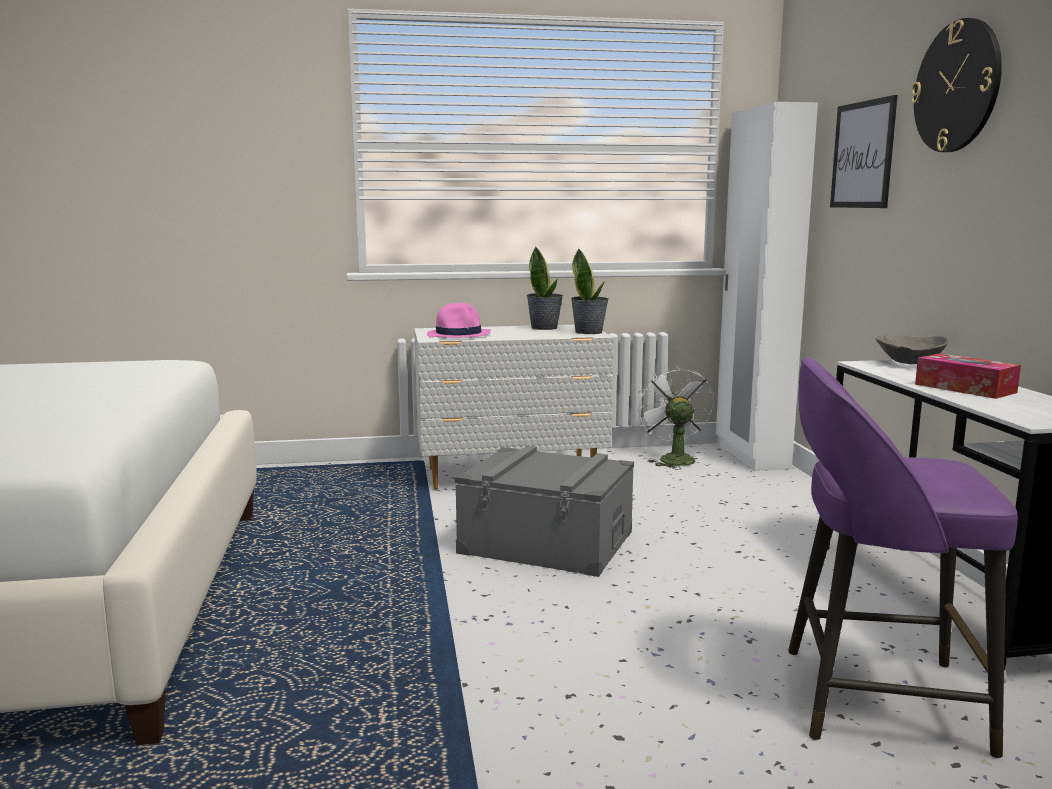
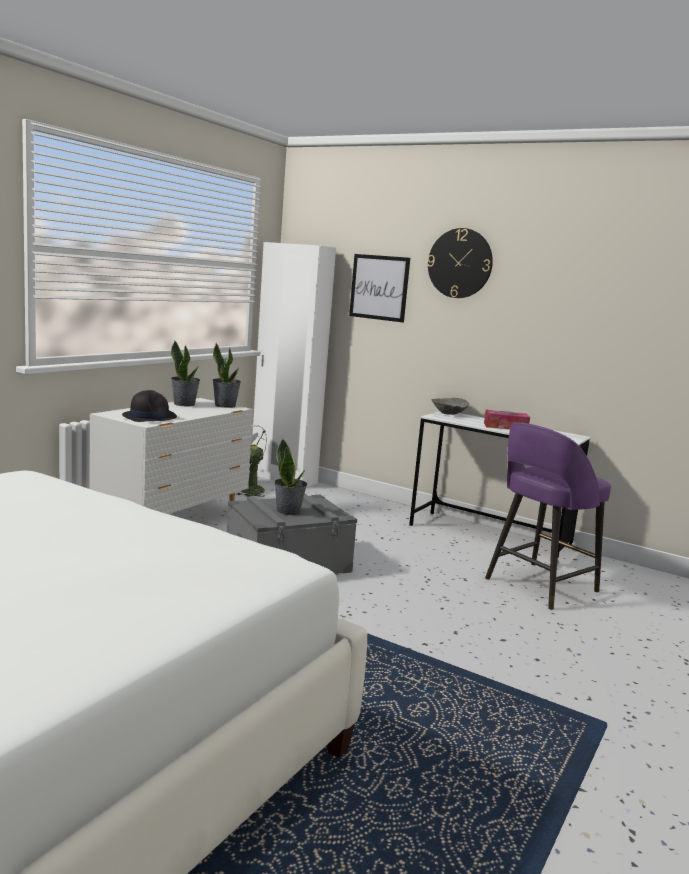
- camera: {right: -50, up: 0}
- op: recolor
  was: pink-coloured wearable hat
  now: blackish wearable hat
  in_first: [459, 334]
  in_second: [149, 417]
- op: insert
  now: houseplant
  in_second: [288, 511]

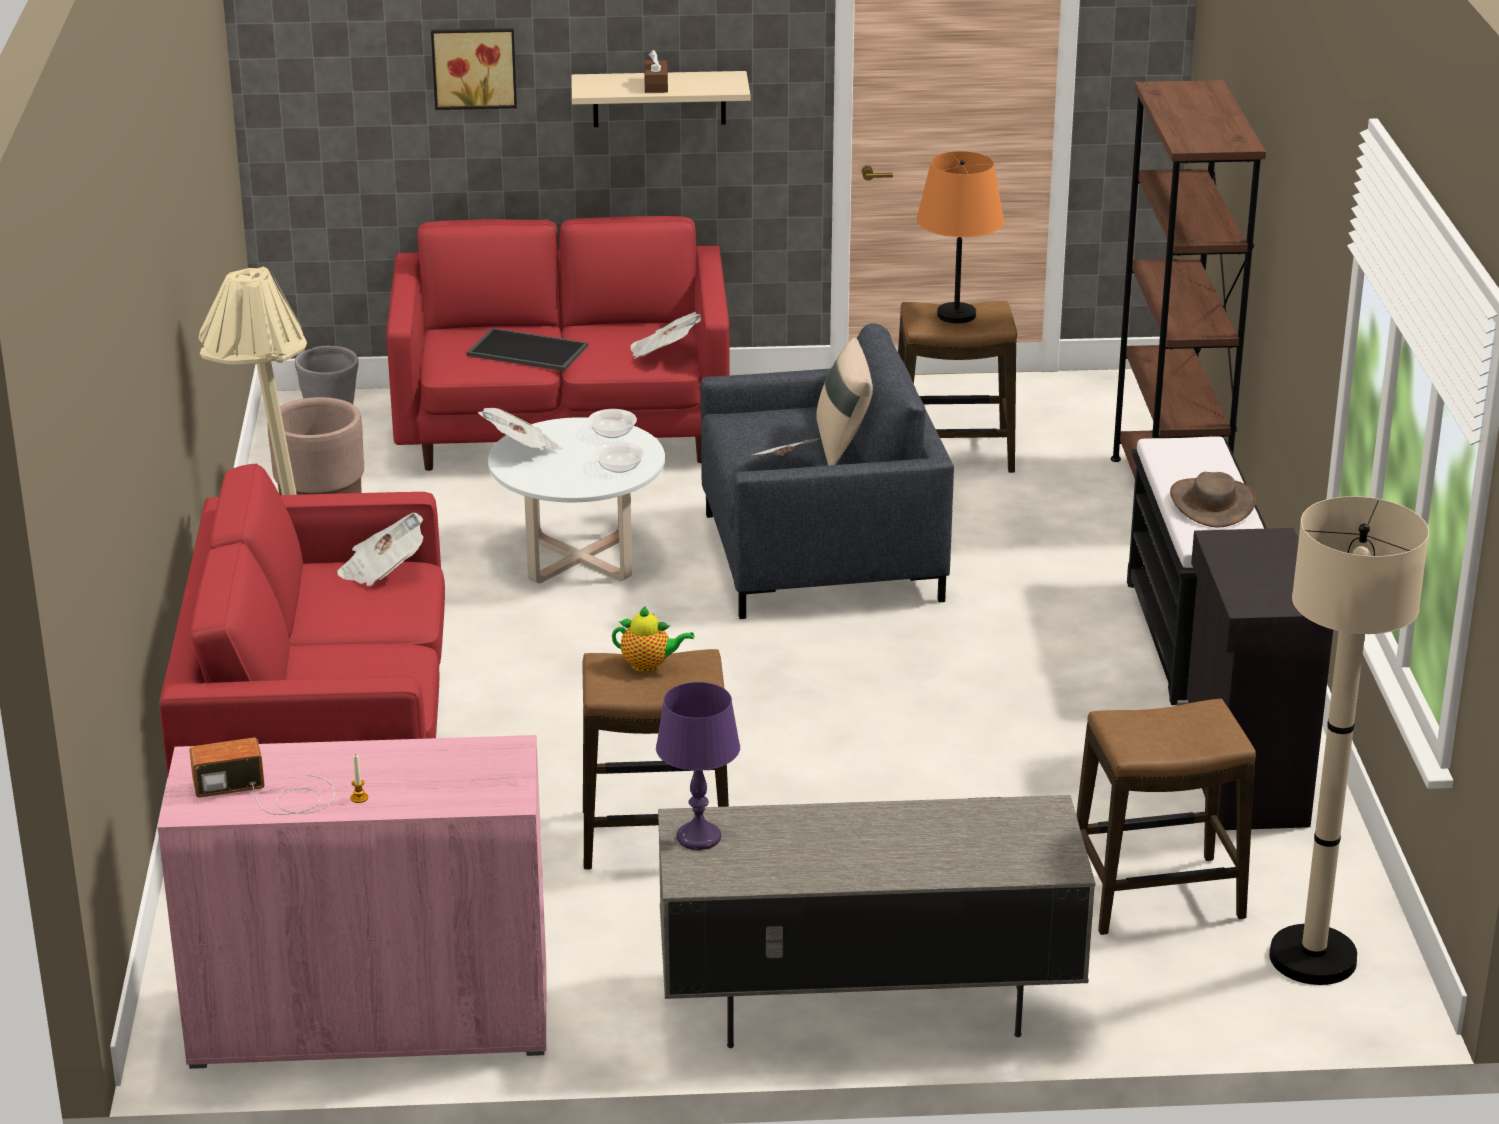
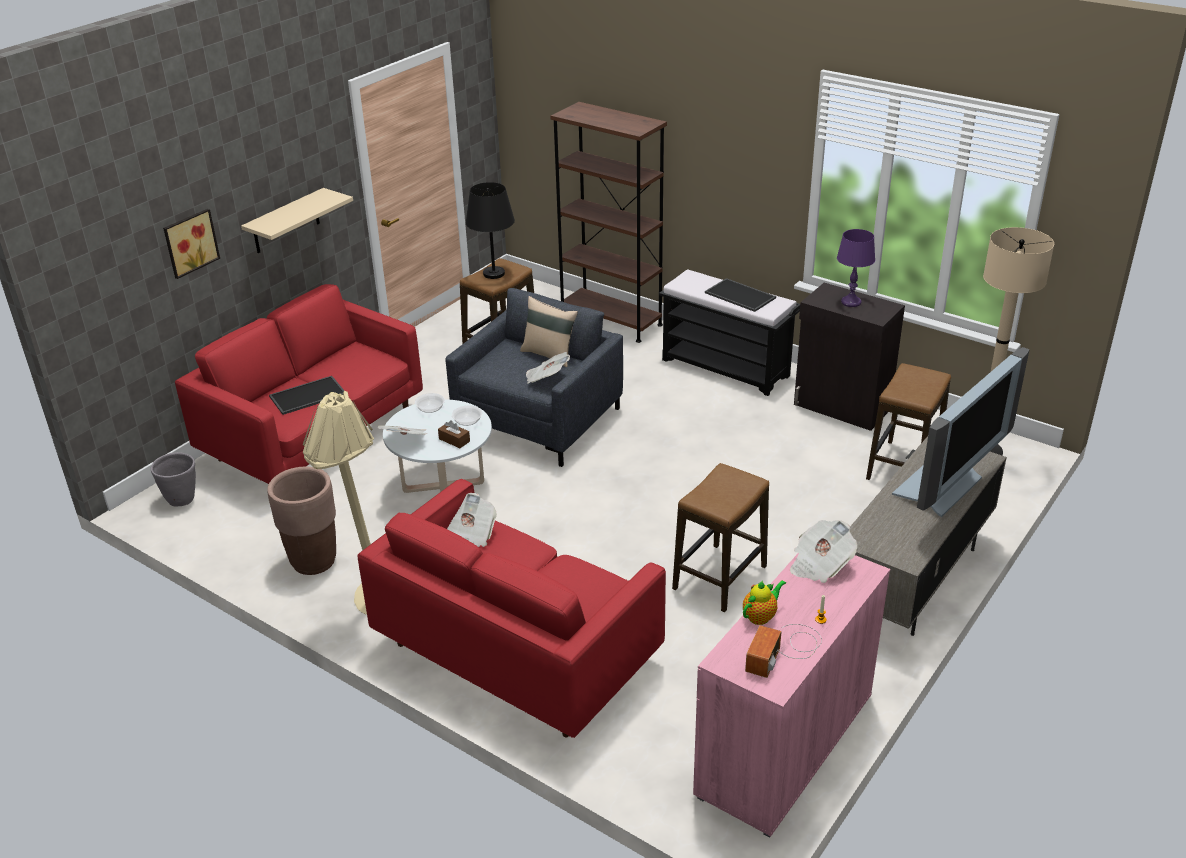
- camera: {right: -50, up: 5}
- op: move
  was: brownish box of tissues
  in_first: [656, 85]
  in_second: [454, 440]
- op: recolor
  was: orange-coloured table lamp
  now: blackish table lamp
  in_first: [956, 315]
  in_second: [494, 274]
- op: move
  was: printed paper
  in_first: [664, 353]
  in_second: [820, 564]
- op: replace
  was: brownish wearable hat
  now: serving tray
  in_first: [1212, 503]
  in_second: [741, 295]
- op: move
  was: tea pot
  in_first: [649, 665]
  in_second: [761, 616]
- op: move
  was: purple table lamp
  in_first: [698, 837]
  in_second: [850, 302]
- op: insert
  now: TV set
  in_second: [943, 488]

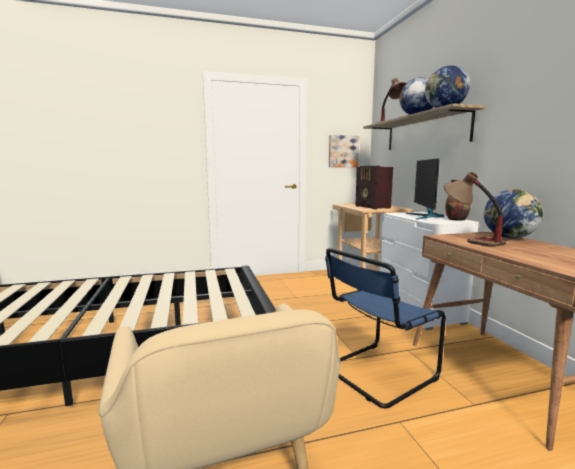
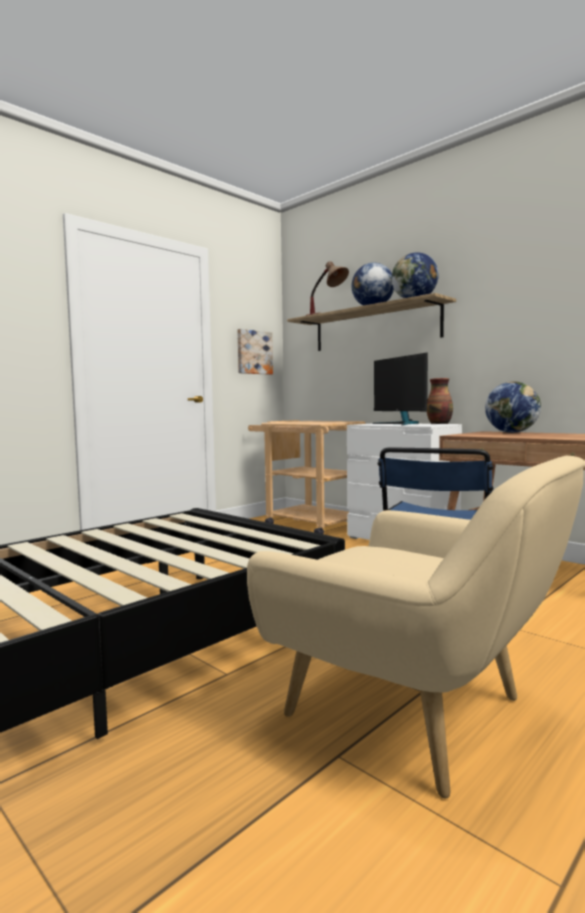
- camera: {right: -30, up: -5}
- op: delete
  was: radio
  in_first: [372, 207]
- op: delete
  was: table lamp
  in_first: [469, 240]

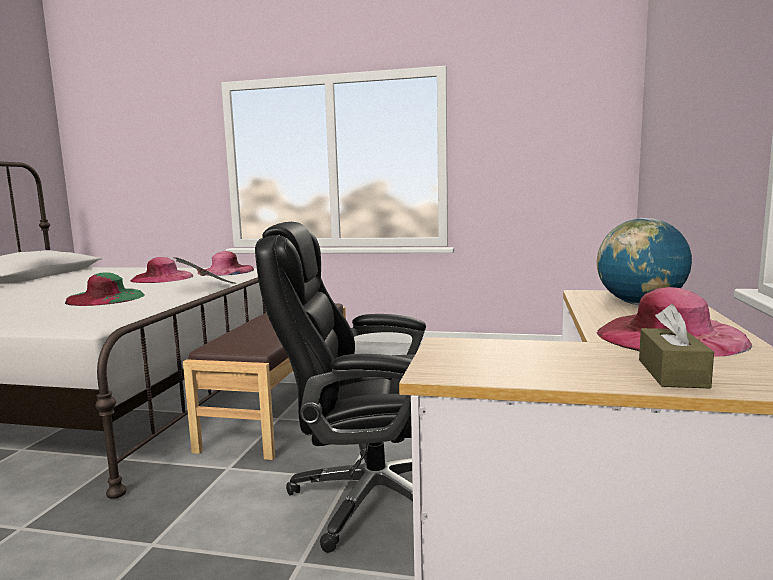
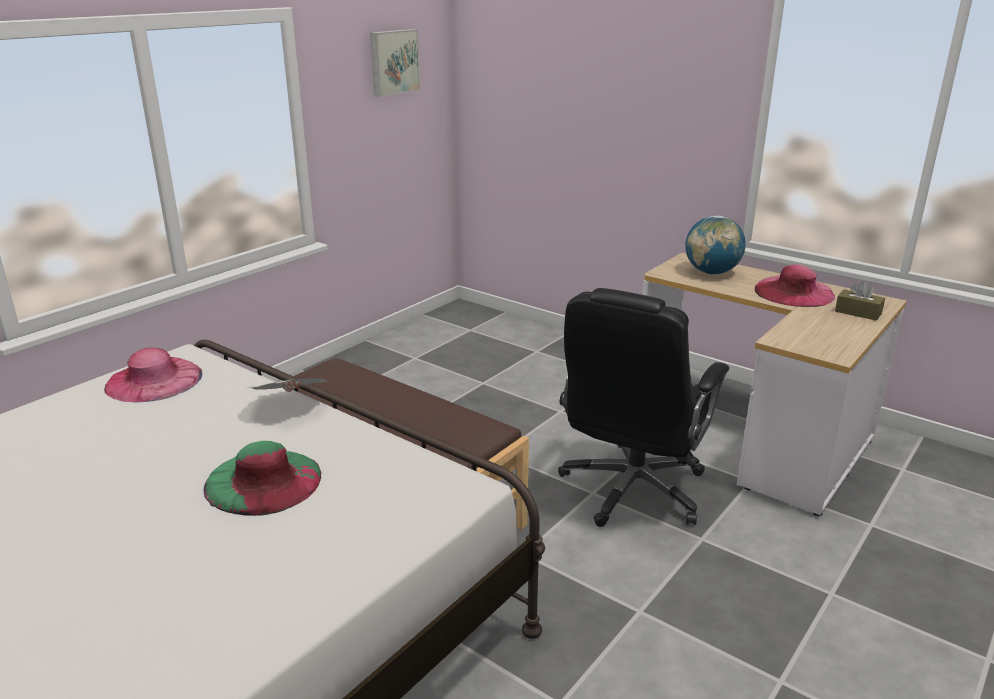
- camera: {right: -65, up: 15}
- op: delete
  was: pink-coloured wearable hat
  in_first: [162, 278]
- op: insert
  now: wall picture
  in_second: [393, 62]

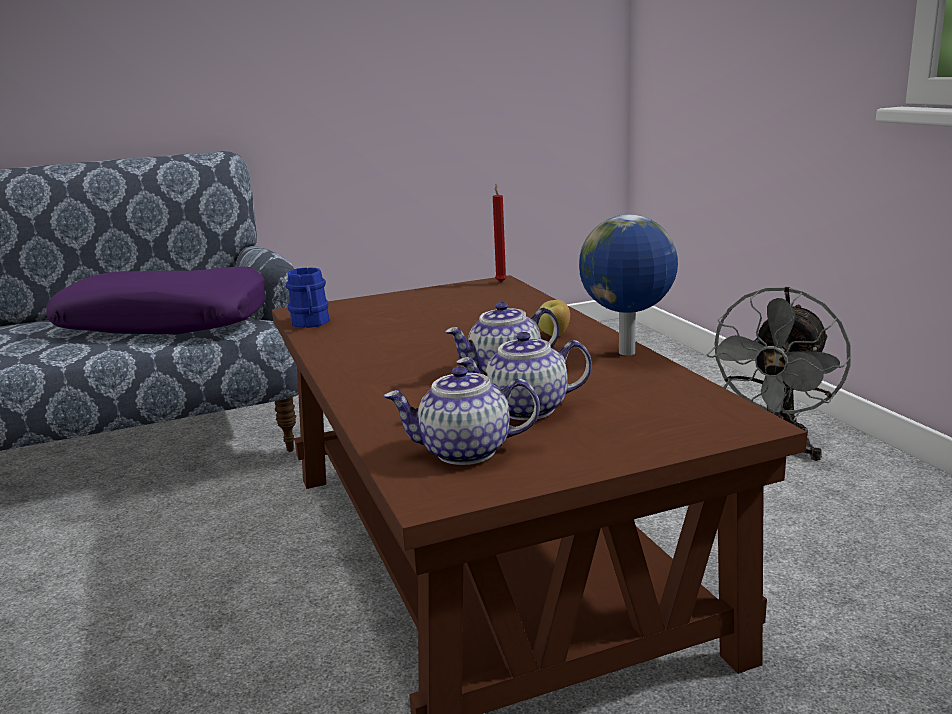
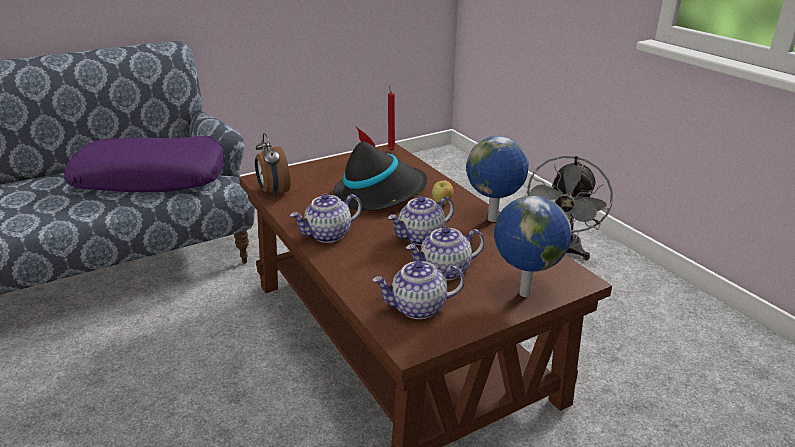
- camera: {right: -10, up: 10}
- op: replace
  was: blue tea mug
  now: table clock
  in_first: [310, 323]
  in_second: [273, 192]
- op: insert
  now: blackish wearable hat
  in_second: [380, 194]
- op: insert
  now: tea pot
  in_second: [328, 235]
- op: insert
  now: desk globe
  in_second: [523, 293]

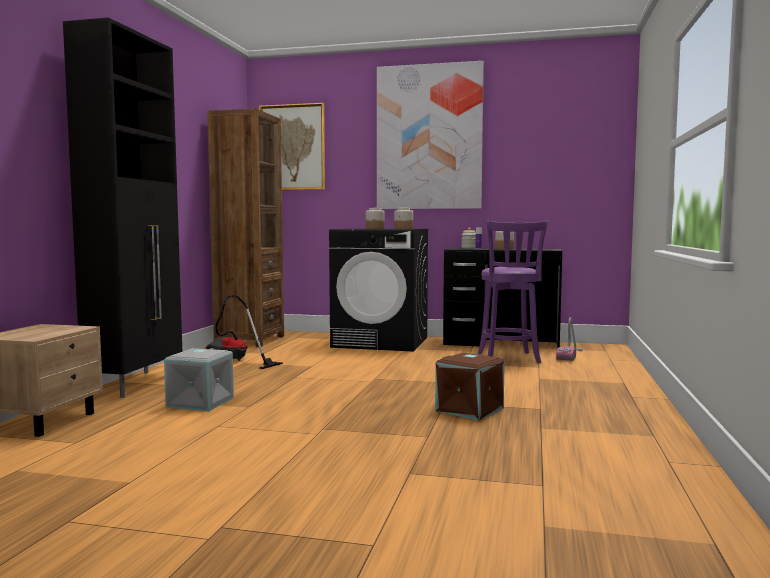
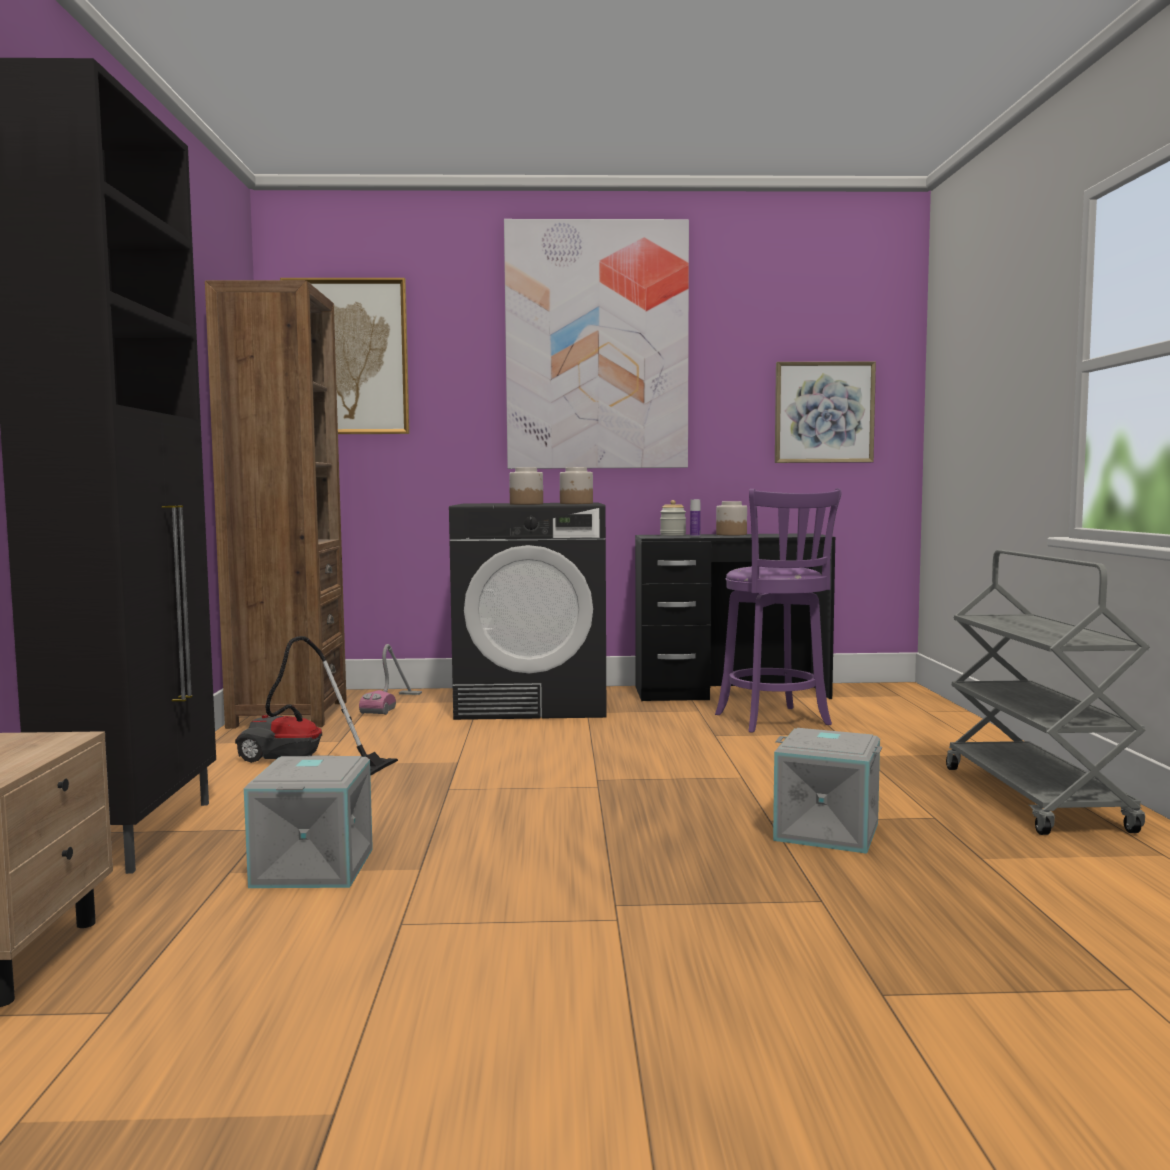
- camera: {right: -15, up: 0}
- op: move
  was: vacuum
  in_first: [570, 355]
  in_second: [392, 703]
- op: recolor
  was: brownish storage box
  now: gray storage box
  in_first: [470, 409]
  in_second: [828, 831]
- op: insert
  now: wall picture
  in_second: [824, 412]
- op: insert
  now: gray trolley
  in_second: [1036, 799]

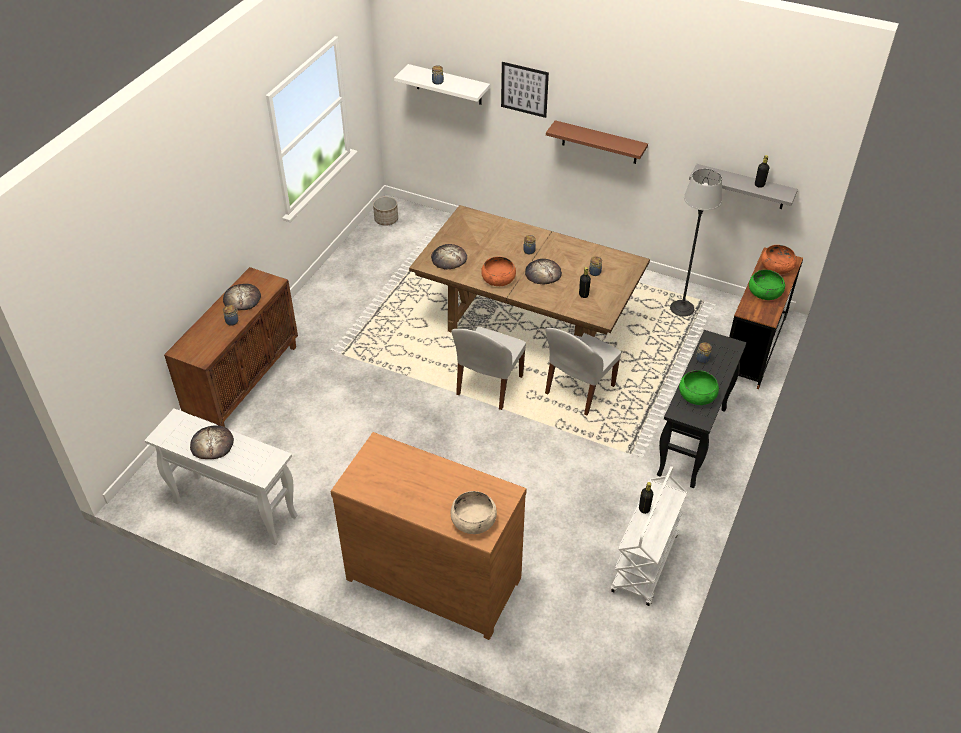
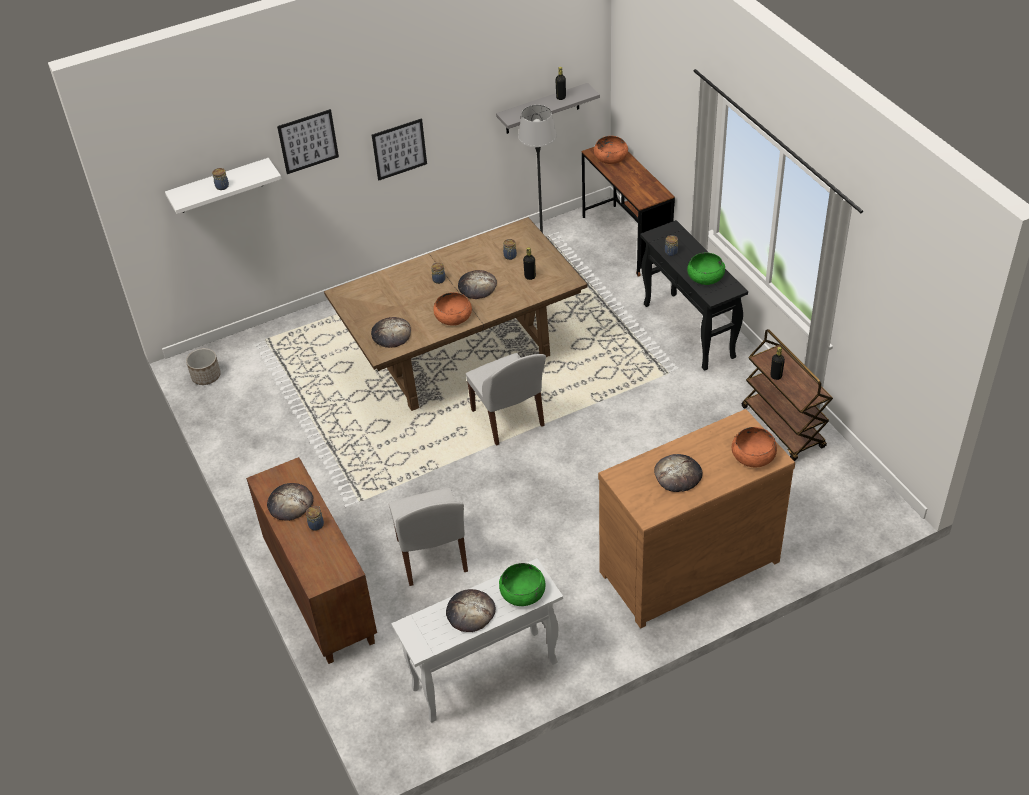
- camera: {right: -50, up: 0}
- op: replace
  was: brownish bracket shelf
  now: wall picture
  in_first: [599, 142]
  in_second: [399, 149]
- op: move
  was: green bowl
  in_first: [764, 292]
  in_second: [522, 592]
- op: move
  was: whitish upright chair
  in_first: [578, 390]
  in_second: [432, 557]
- op: recolor
  was: whitish trolley
  now: brownish trolley
  in_first: [645, 564]
  in_second: [783, 427]
- op: recolor
  was: beige-coloured bowl
  now: orange-coloured bowl
  in_first: [473, 520]
  in_second: [753, 455]
- op: insert
  now: bakery bread
  in_second: [678, 475]

